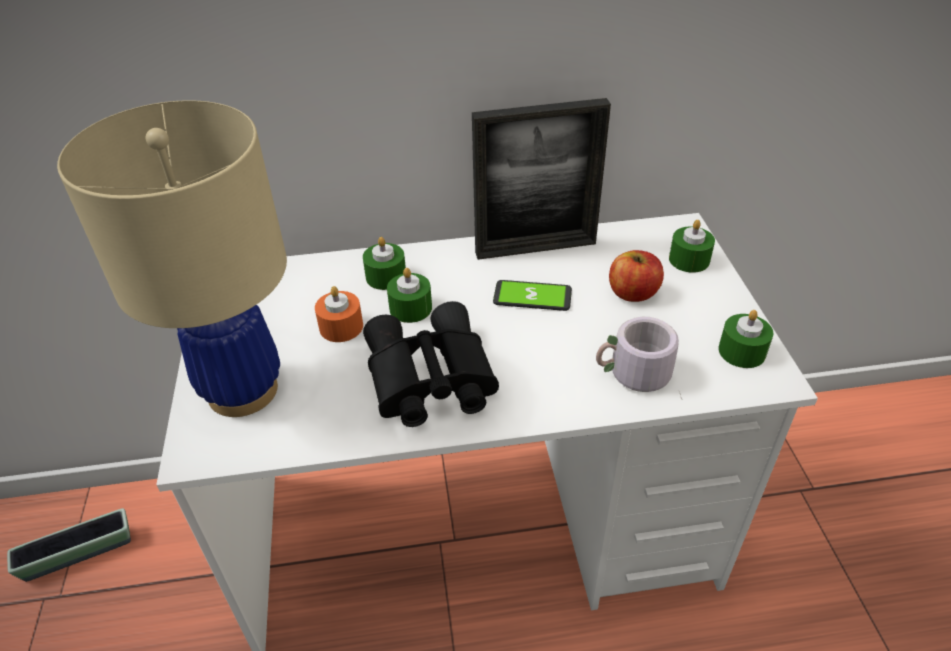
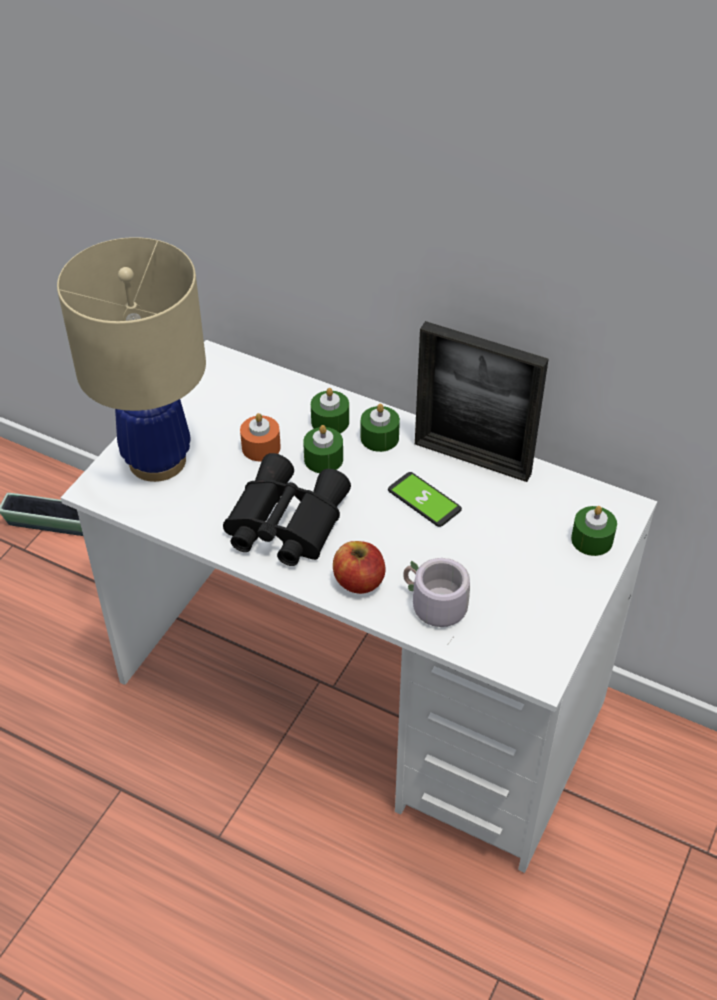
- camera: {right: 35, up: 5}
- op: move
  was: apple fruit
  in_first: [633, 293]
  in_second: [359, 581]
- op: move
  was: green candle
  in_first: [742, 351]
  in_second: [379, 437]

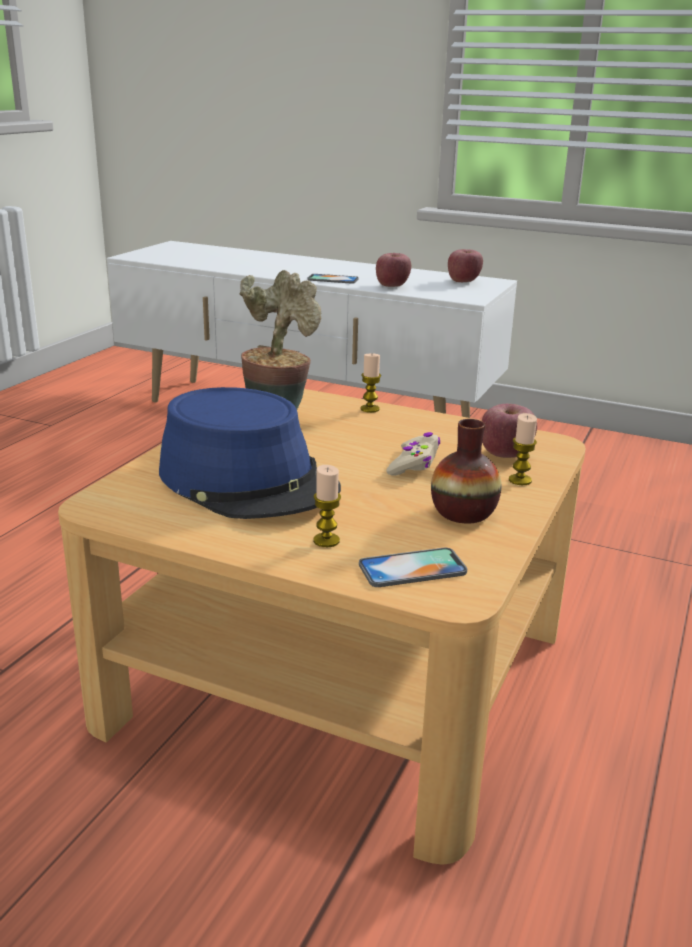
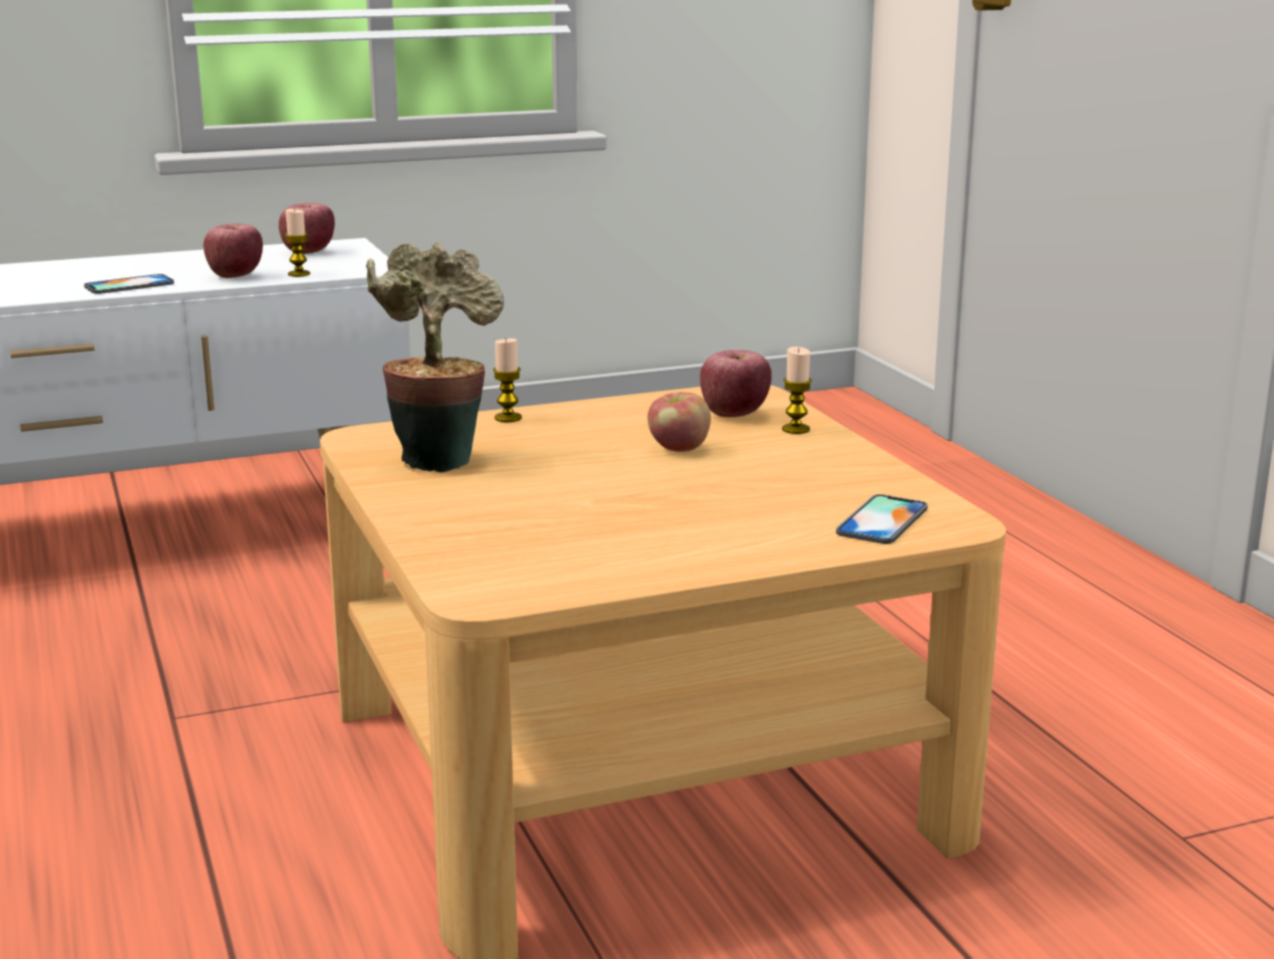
- camera: {right: -45, up: -5}
- op: delete
  was: blue wearable hat
  in_first: [248, 480]
- op: delete
  was: flower vase
  in_first: [463, 512]
- op: replace
  was: beige-coloured gamepad
  now: apple fruit
  in_first: [414, 464]
  in_second: [679, 448]
- op: move
  was: candle
  in_first: [326, 540]
  in_second: [299, 274]

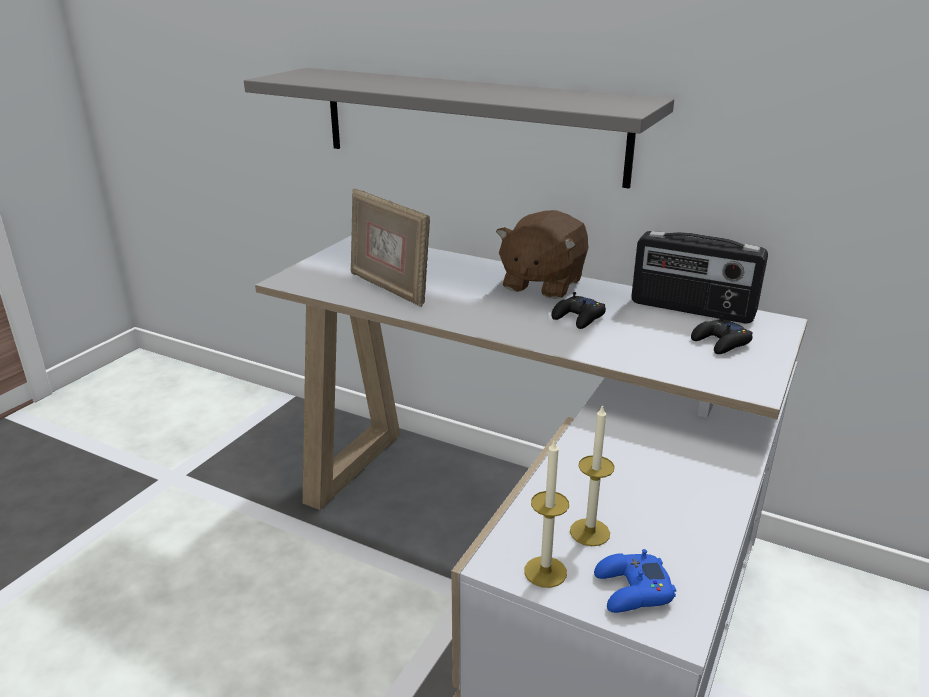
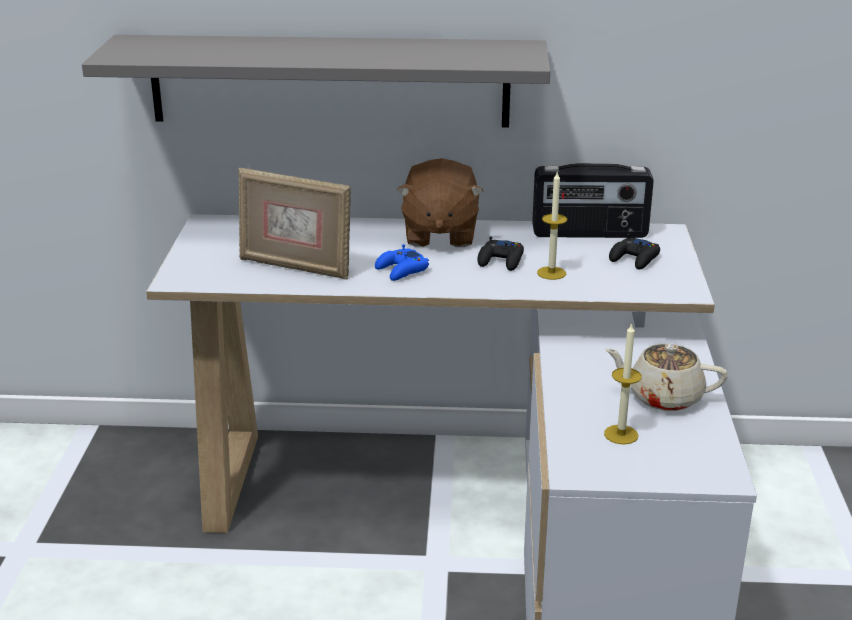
- camera: {right: -25, up: 0}
- op: move
  was: candle
  in_first: [545, 572]
  in_second: [551, 273]
- op: move
  was: blue gamepad
  in_first: [632, 590]
  in_second: [401, 270]
- op: insert
  now: beige-coloured tea pot
  in_second: [663, 397]

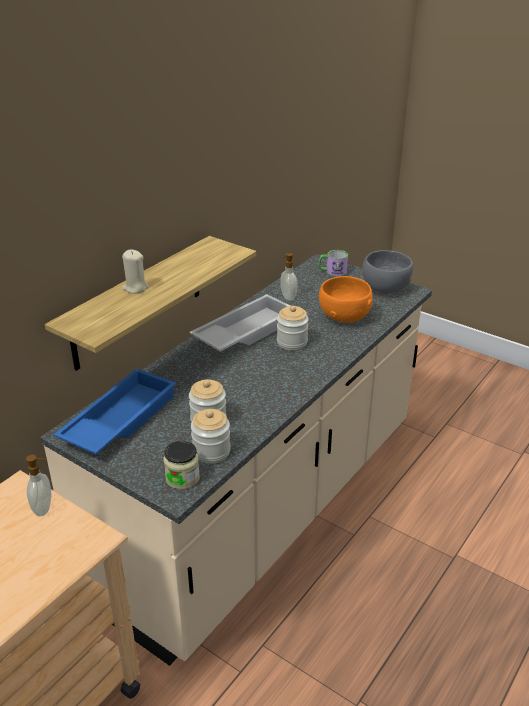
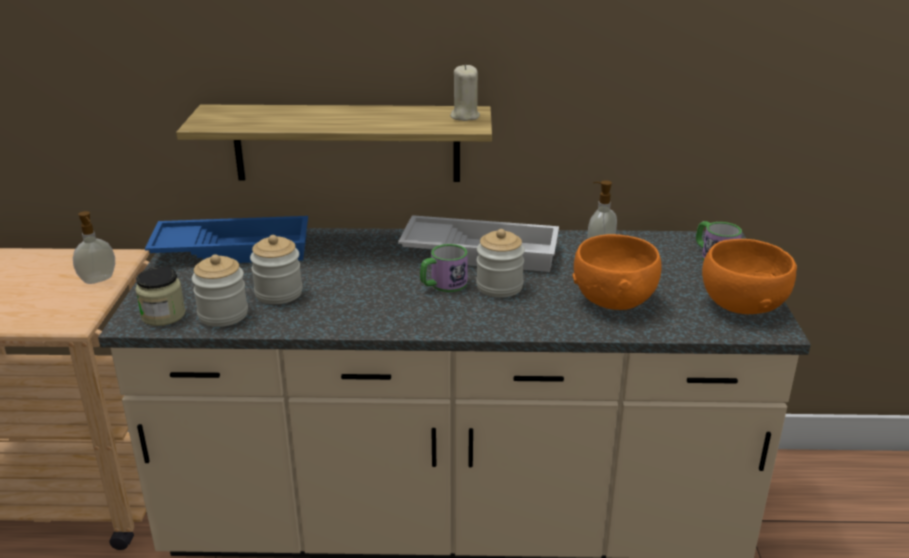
- camera: {right: 55, up: -5}
- op: move
  was: beige-coloured candle
  in_first: [135, 288]
  in_second: [464, 116]
- op: recolor
  was: gray bowl
  now: orange-coloured bowl
  in_first: [385, 288]
  in_second: [741, 305]
- op: insert
  now: tea mug
  in_second: [443, 285]

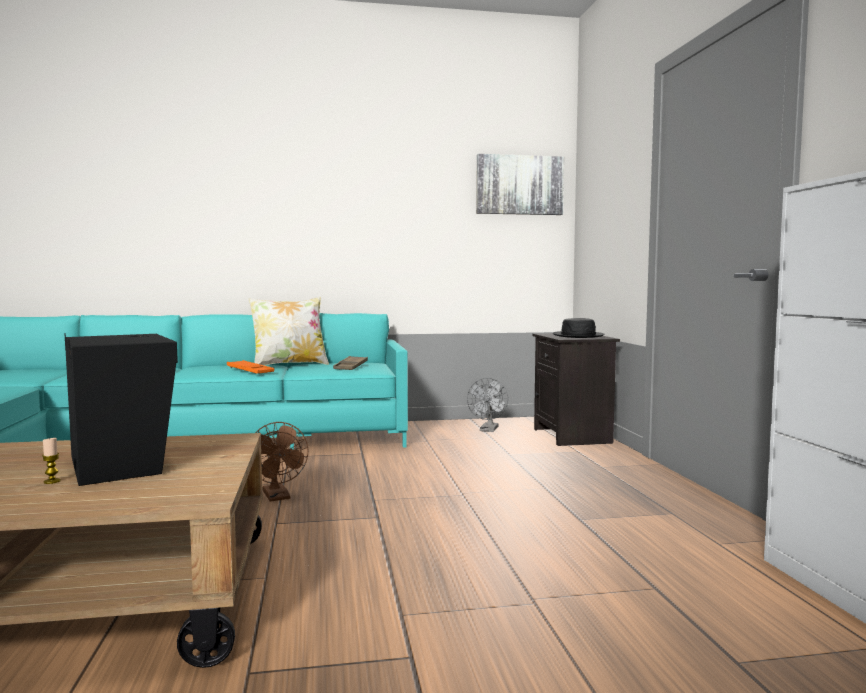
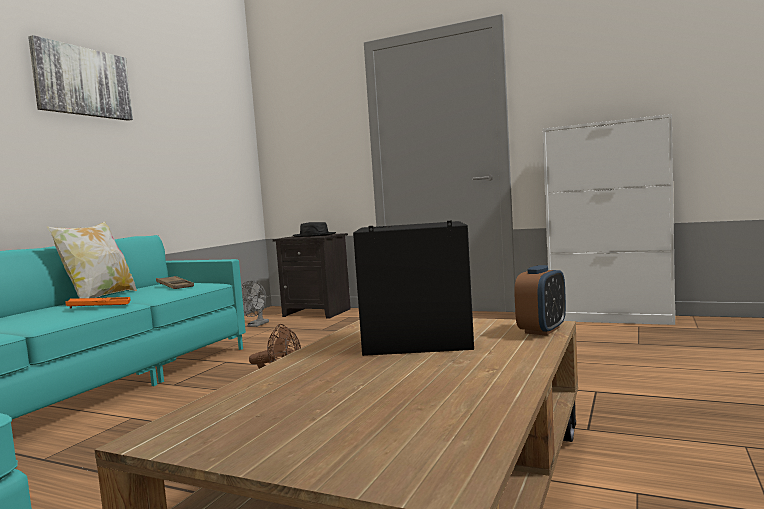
- camera: {right: -55, up: 0}
- op: move
  was: wall picture
  in_first: [519, 185]
  in_second: [82, 82]
- op: rotate
  was: gray fan
  in_first: [488, 430]
  in_second: [256, 325]
  clockwise: 60
- op: delete
  was: candle
  in_first: [52, 481]
- op: insert
  now: table clock
  in_second: [542, 330]

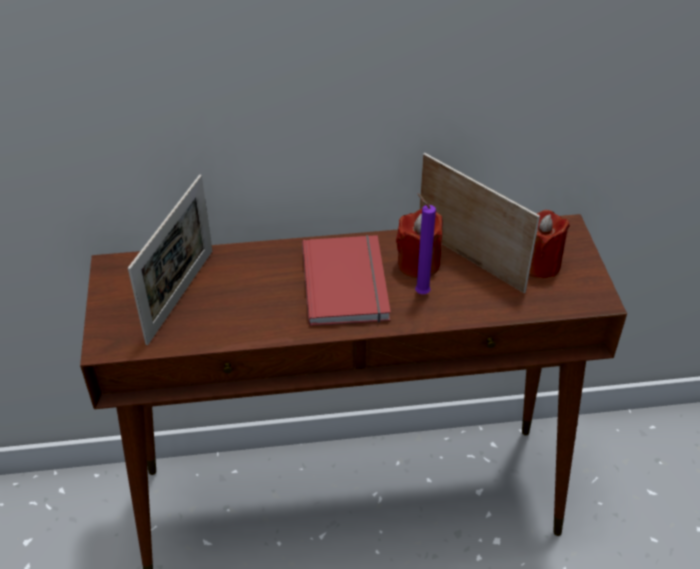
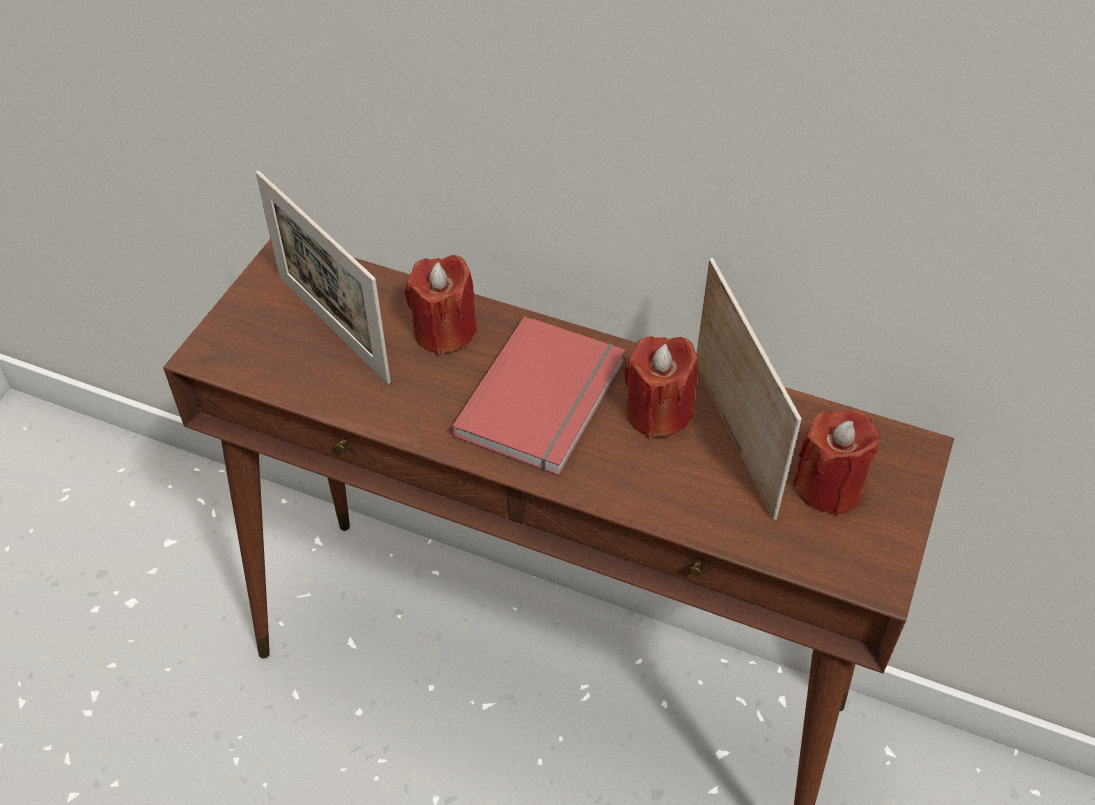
- camera: {right: 30, up: 5}
- op: rotate
  was: photo frame
  in_first: [180, 295]
  in_second: [333, 328]
  clockwise: 90
- op: delete
  was: purple candle
  in_first: [420, 292]
- op: insert
  now: red-coloured candle
  in_second: [444, 331]

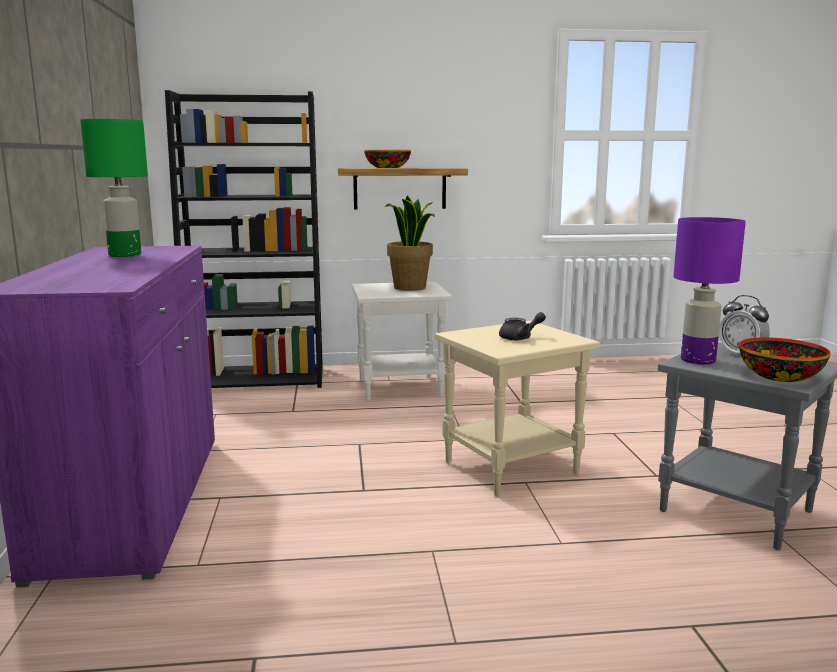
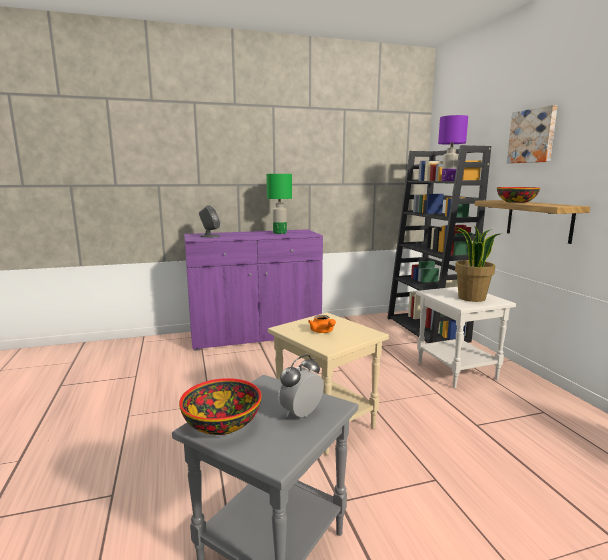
- camera: {right: 80, up: 0}
- op: move
  was: purple table lamp
  in_first: [698, 360]
  in_second: [449, 181]
- op: recolor
  was: gray tea pot
  now: orange-coloured tea pot
  in_first: [520, 338]
  in_second: [323, 332]
- op: insert
  now: wall picture
  in_second: [532, 136]
- op: insert
  now: gray loudspeaker
  in_second: [209, 236]

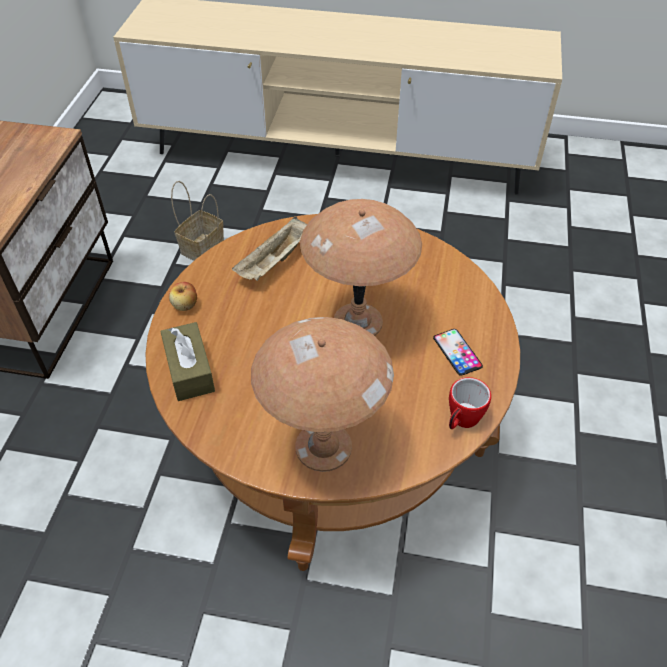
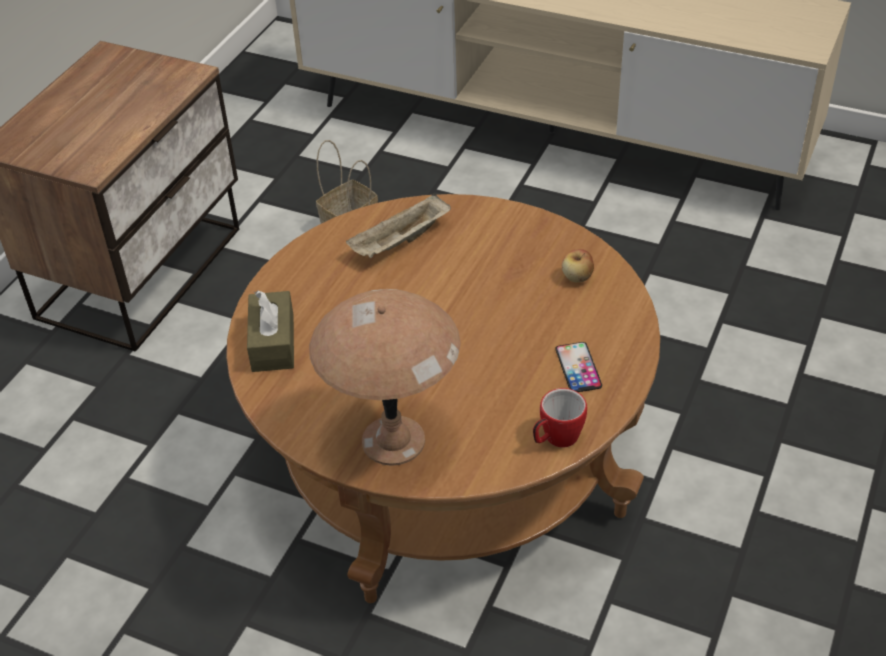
- camera: {right: 15, up: -5}
- op: delete
  was: brownish table lamp
  in_first: [358, 322]
- op: move
  was: apple fruit
  in_first: [185, 305]
  in_second: [577, 277]

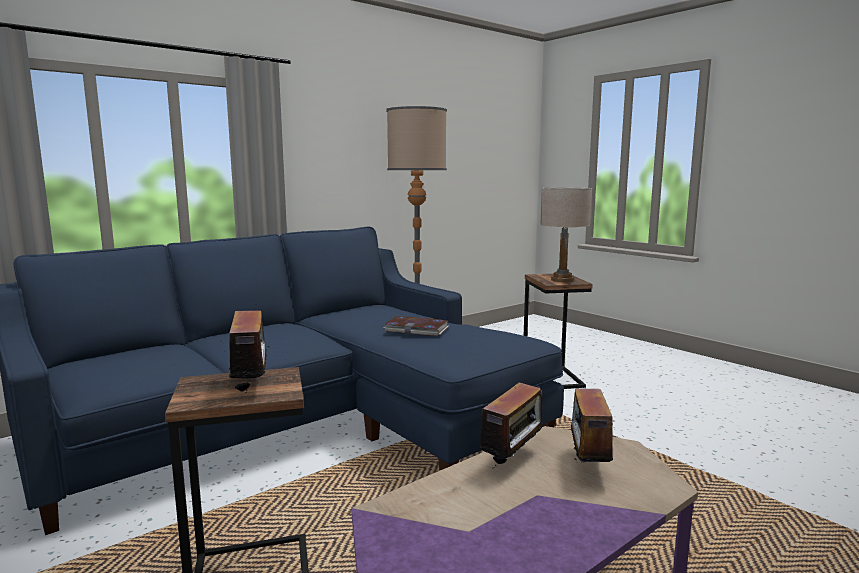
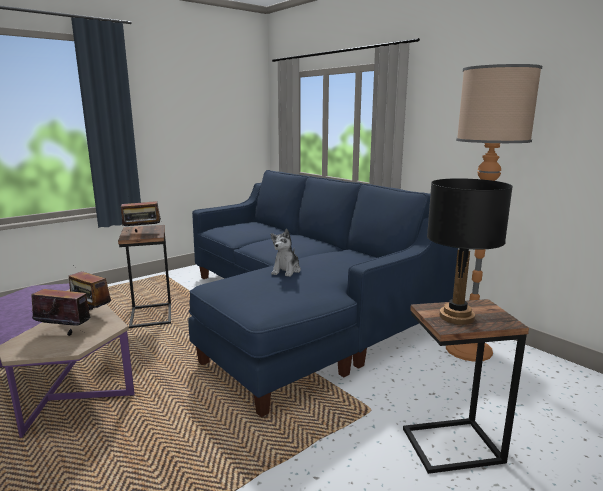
- camera: {right: 90, up: 5}
- op: recolor
  was: beige-coloured table lamp
  now: blackish table lamp
  in_first: [562, 280]
  in_second: [456, 317]
- op: replace
  was: bound book
  now: plush toy
  in_first: [417, 329]
  in_second: [286, 271]

